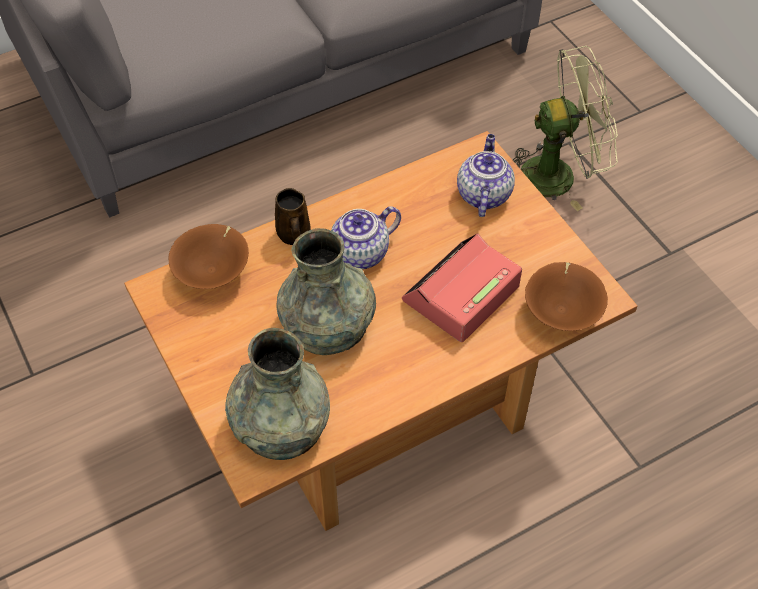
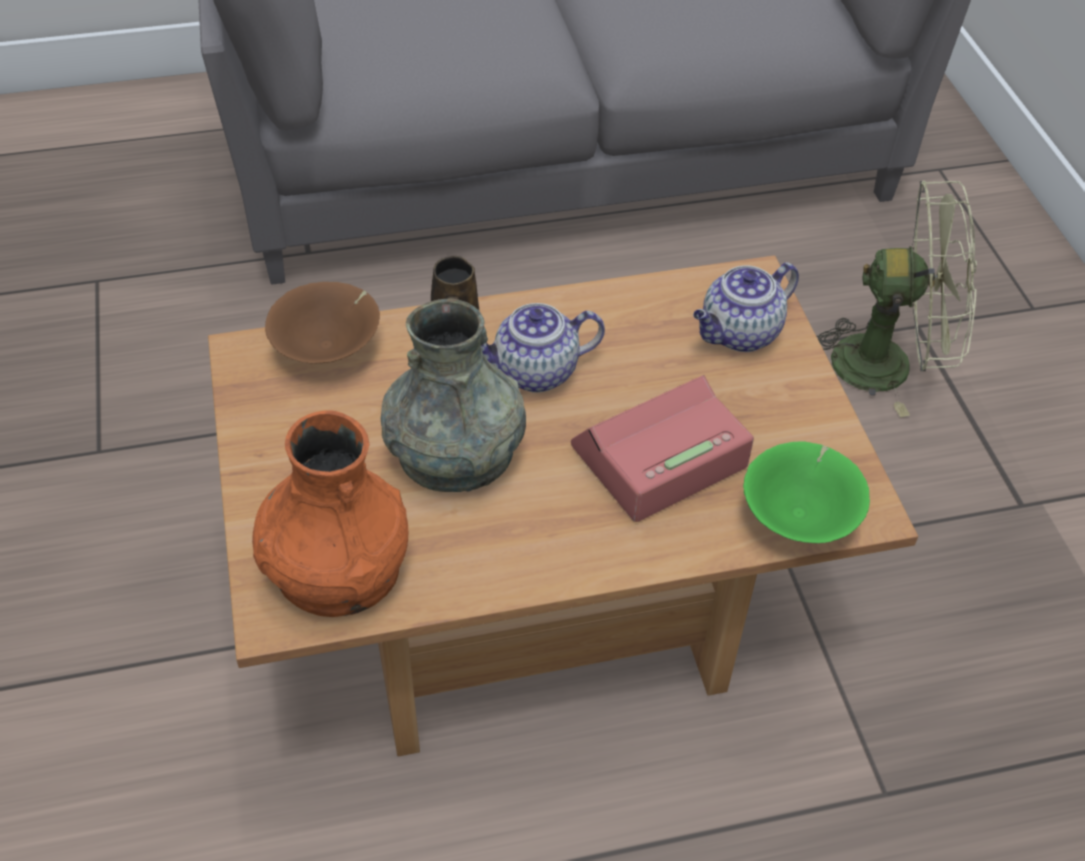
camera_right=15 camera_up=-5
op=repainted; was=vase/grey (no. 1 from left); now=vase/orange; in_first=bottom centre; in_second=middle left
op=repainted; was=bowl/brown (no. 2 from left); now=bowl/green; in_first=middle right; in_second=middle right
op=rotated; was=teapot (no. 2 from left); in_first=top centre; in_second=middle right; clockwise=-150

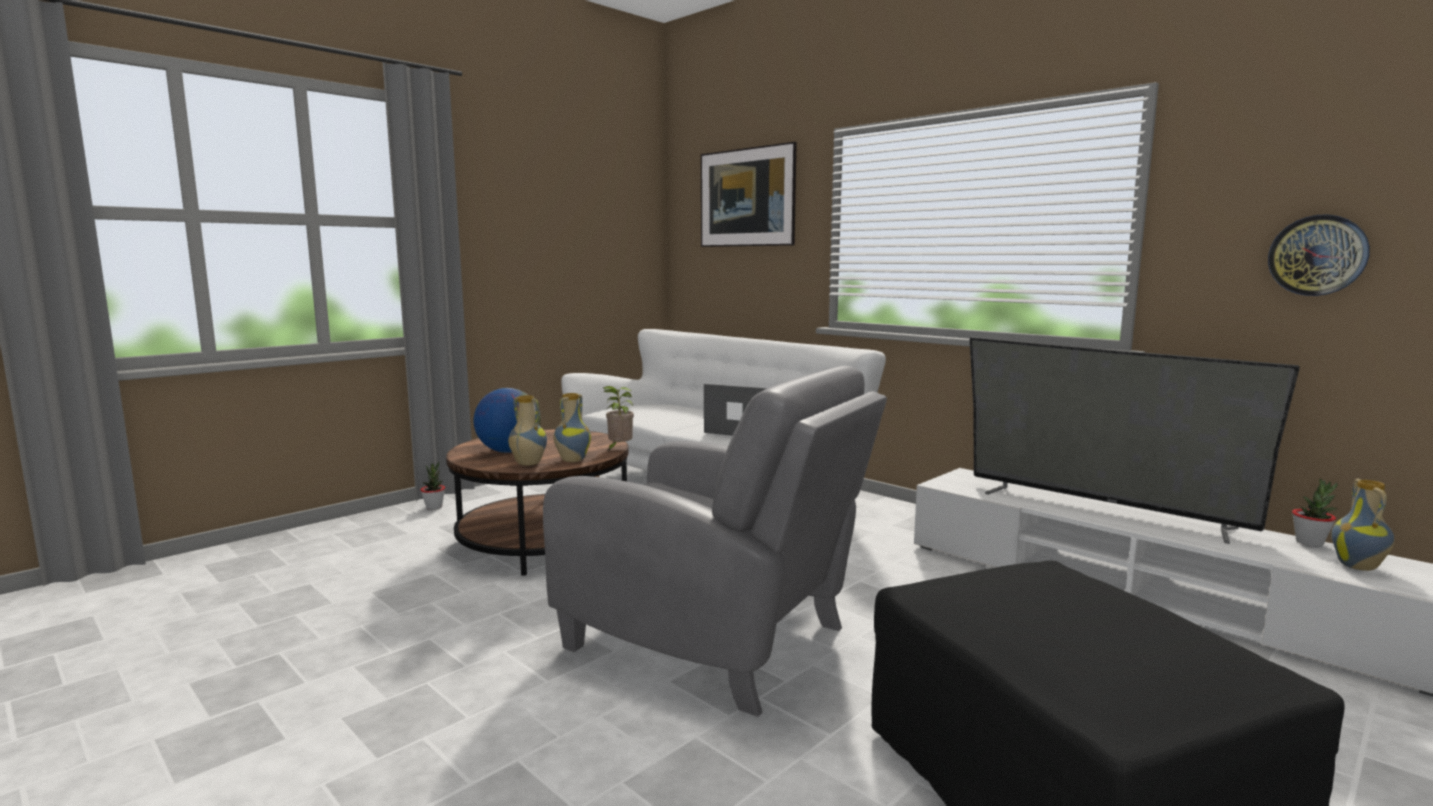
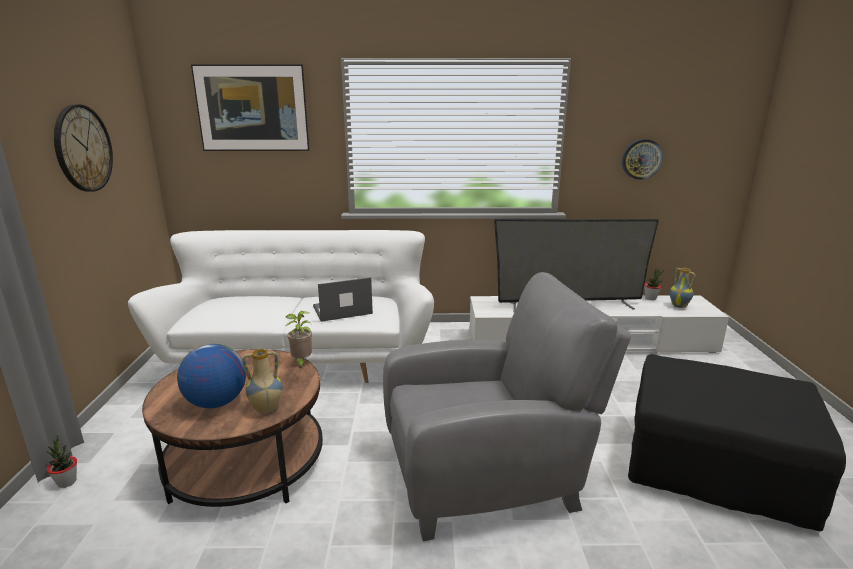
camera_right=-45 camera_up=10
op=gone; was=vase (no. 2 from left); in_first=centre
op=new; now=wall clock (no. 1 from left); in_second=top left

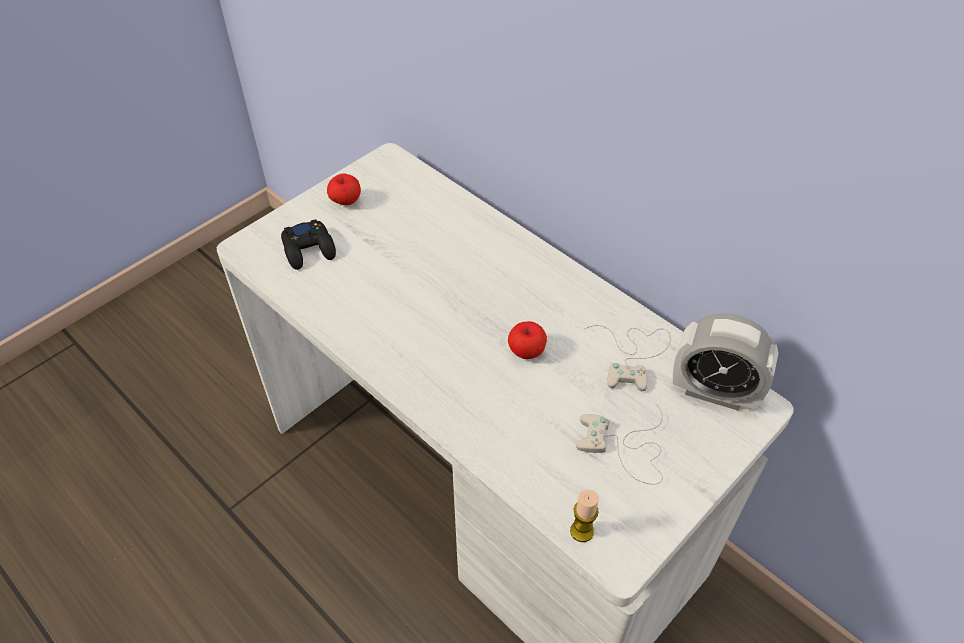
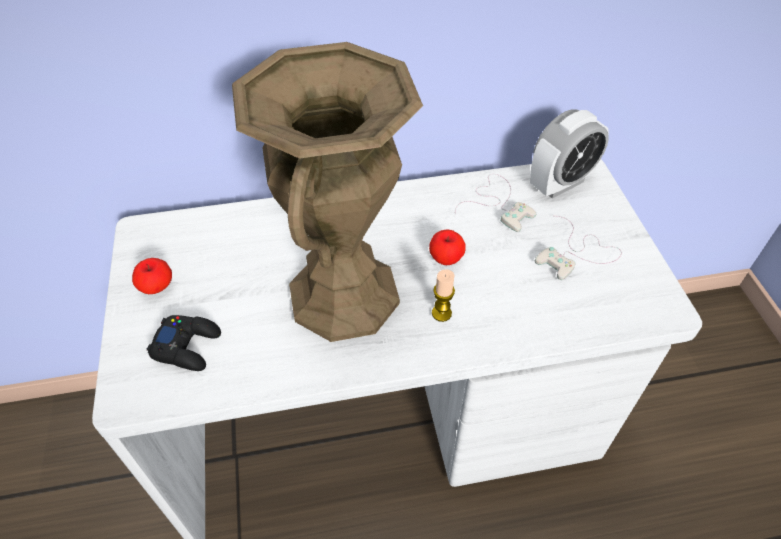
camera_right=-55 camera_up=0
op=new; now=vase/brown; in_second=centre
op=shifted; was=candle; in_first=bottom centre; in_second=centre

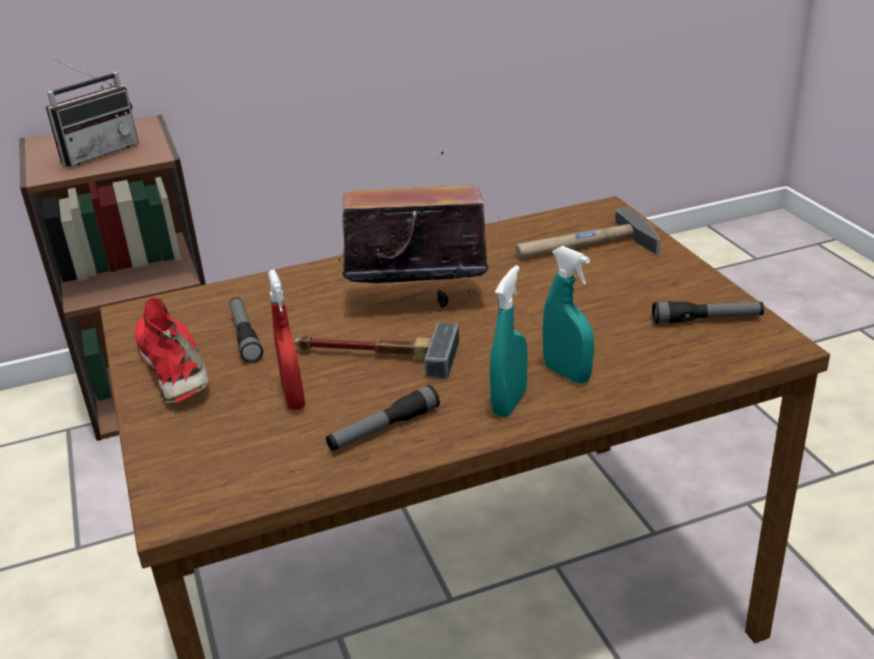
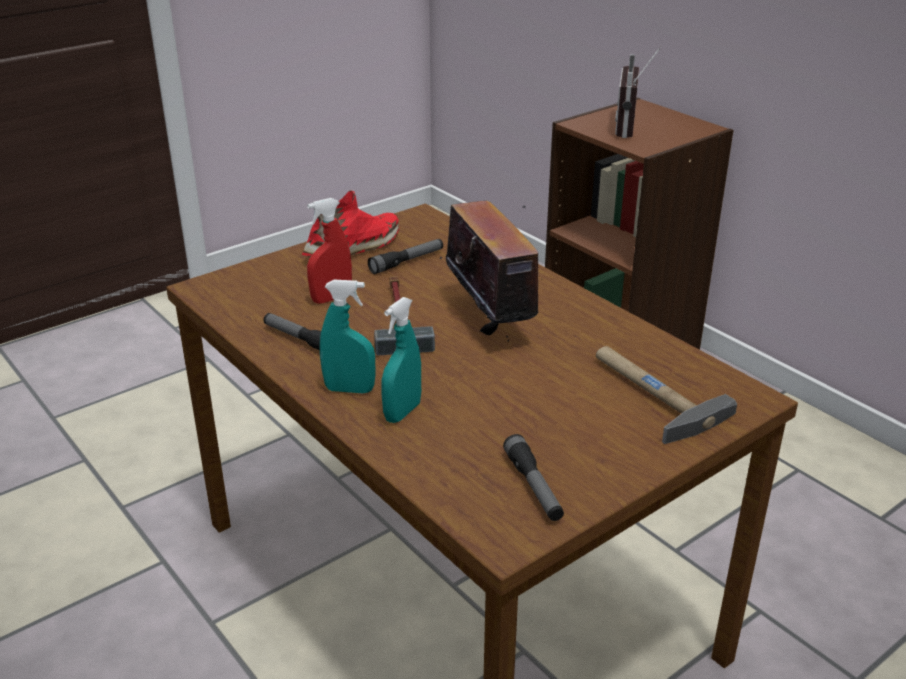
camera_right=70 camera_up=0
op=rotated; was=radio (no. 1 from left in the first image); in_first=top left; in_second=top right; clockwise=75

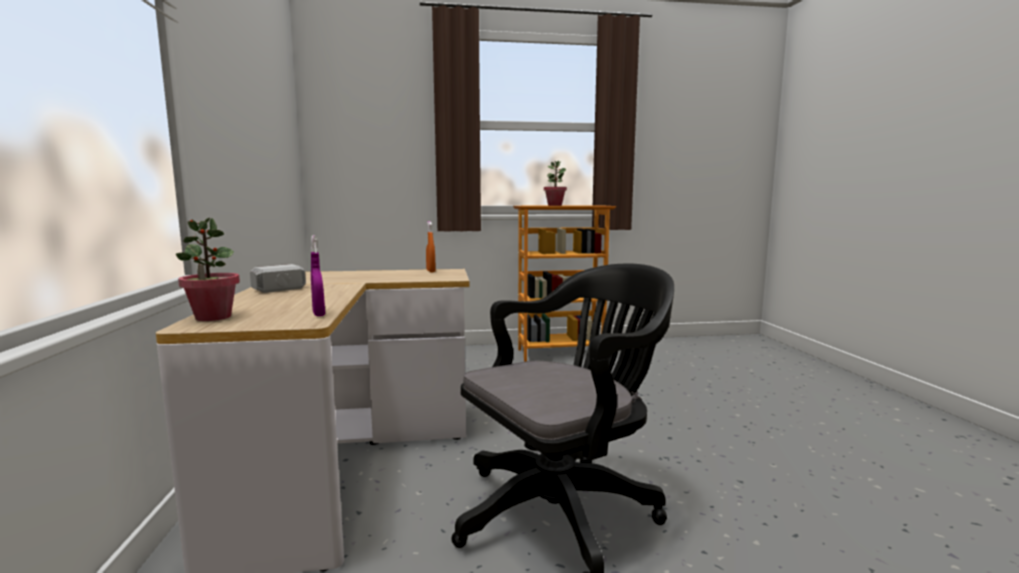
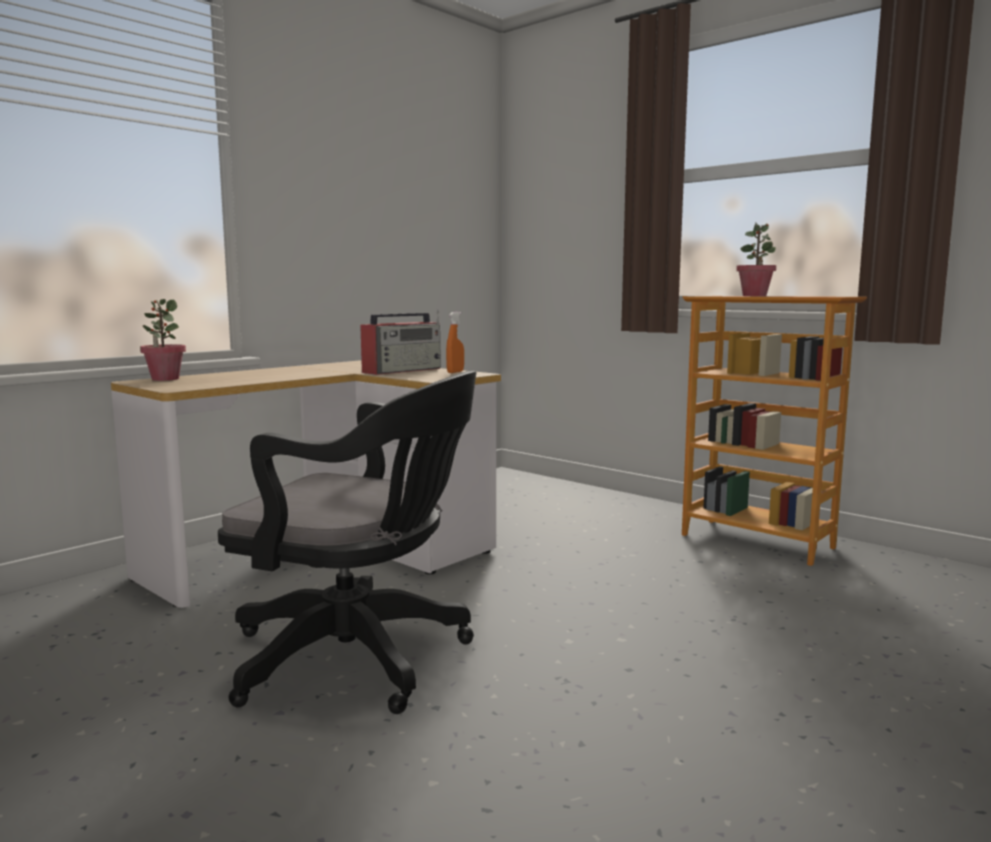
camera_right=50 camera_up=0
op=gone; was=hammer; in_first=middle left
op=gone; was=spray bottle/purple; in_first=middle left
op=new; now=radio; in_second=centre

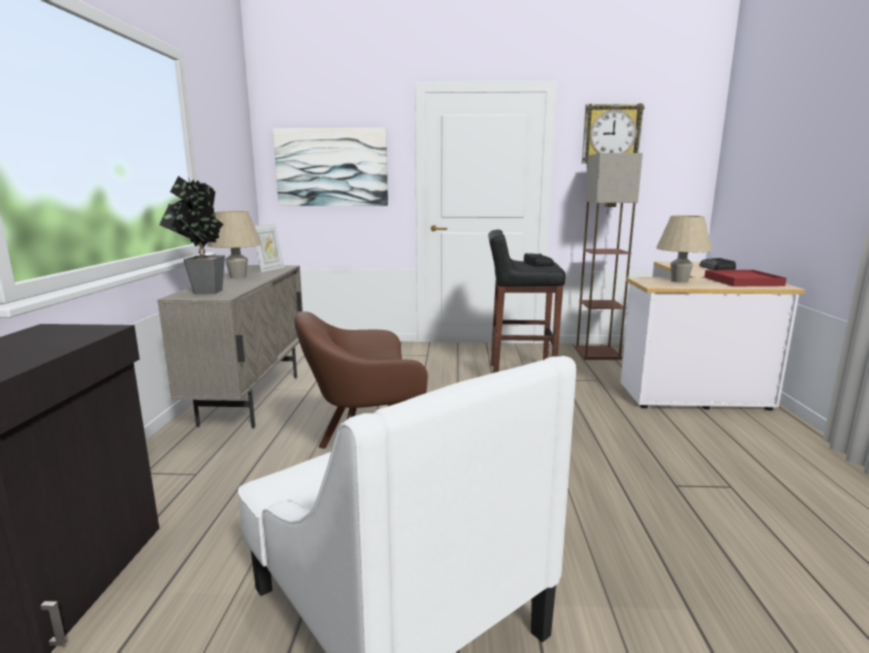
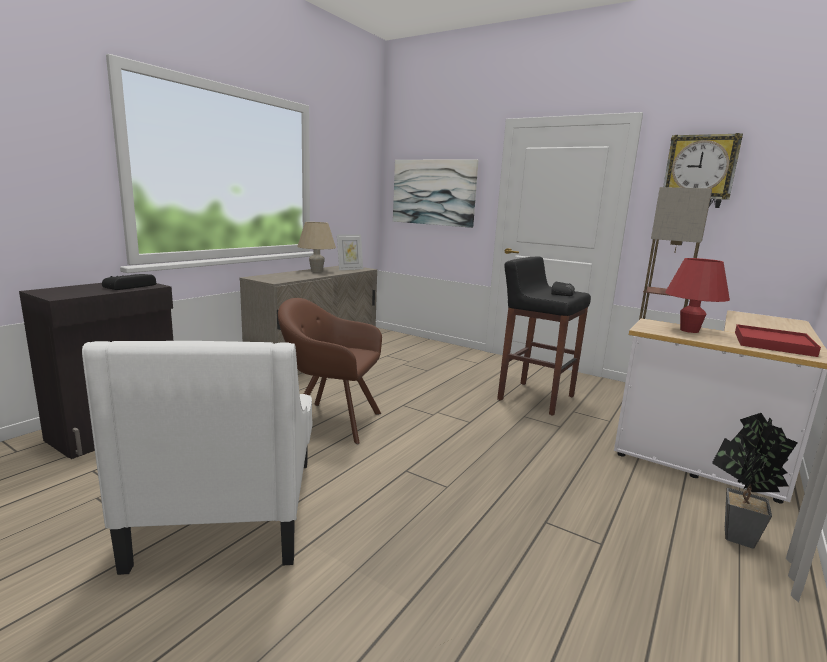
camera_right=30 camera_up=0
op=shifted; was=potted plant; in_first=middle left; in_second=bottom right
op=shifted; was=radio (no. 2 from left in the first image); now=radio (no. 1 from left); in_first=middle right; in_second=middle left
op=repainted; was=table lamp/beige (no. 2 from left); now=table lamp/red; in_first=middle right; in_second=middle right

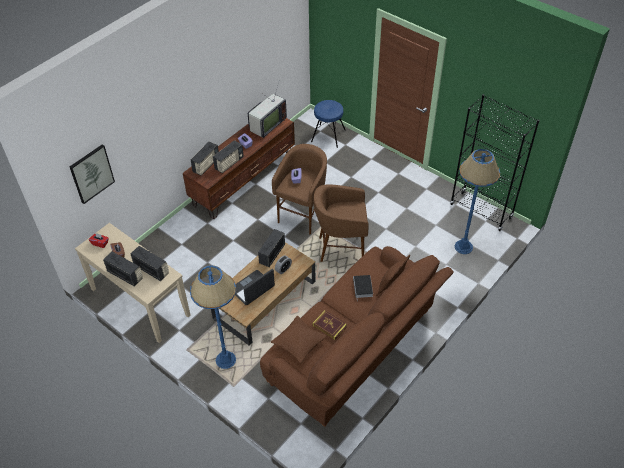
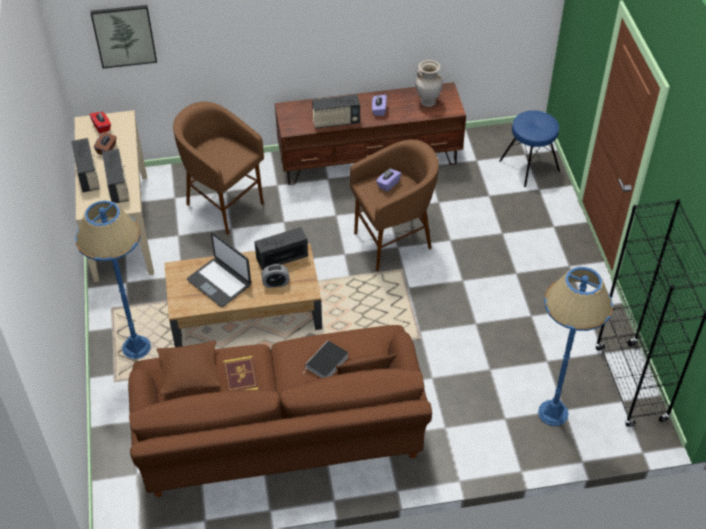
camera_right=40 camera_up=0
op=gone; was=radio (no. 3 from left); in_first=middle left
op=shifted; was=stool/brown (no. 2 from left in the first image); now=stool/brown (no. 1 from left); in_first=centre; in_second=top left
op=swapped; was=television; now=vase/beige; in_first=top centre; in_second=top centre
op=rotated; was=laptop; in_first=centre; in_second=middle left; clockwise=-135

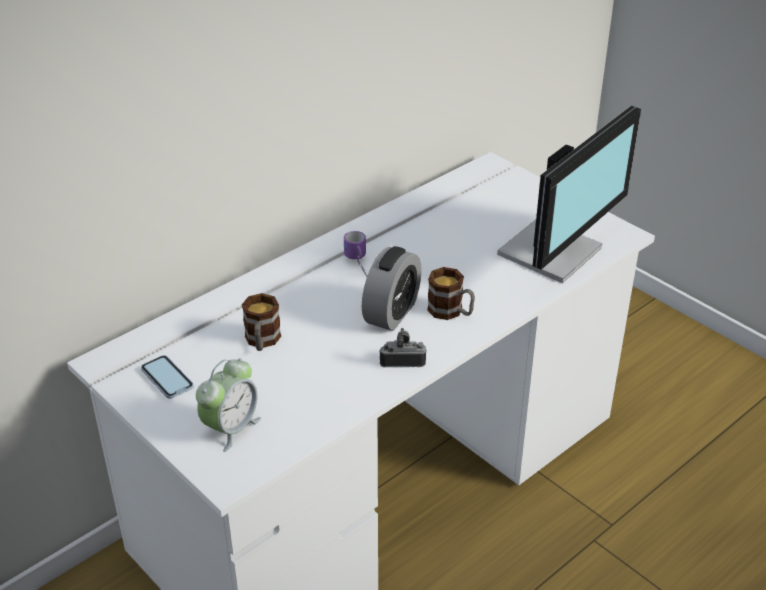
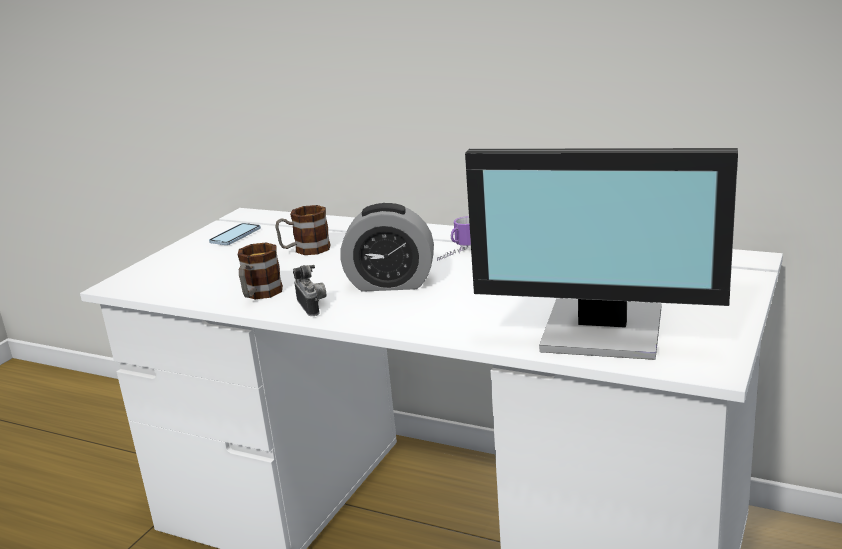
camera_right=70 camera_up=-15
op=gone; was=alarm clock (no. 1 from left); in_first=bottom left
op=shifted; was=mug (no. 3 from left in the first image); now=mug (no. 1 from left); in_first=centre; in_second=middle left

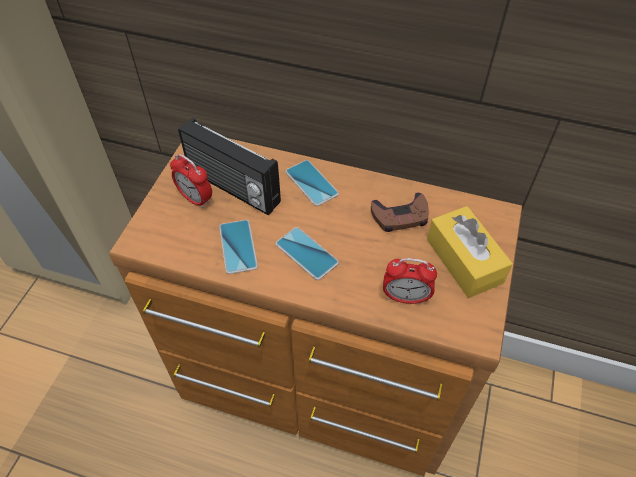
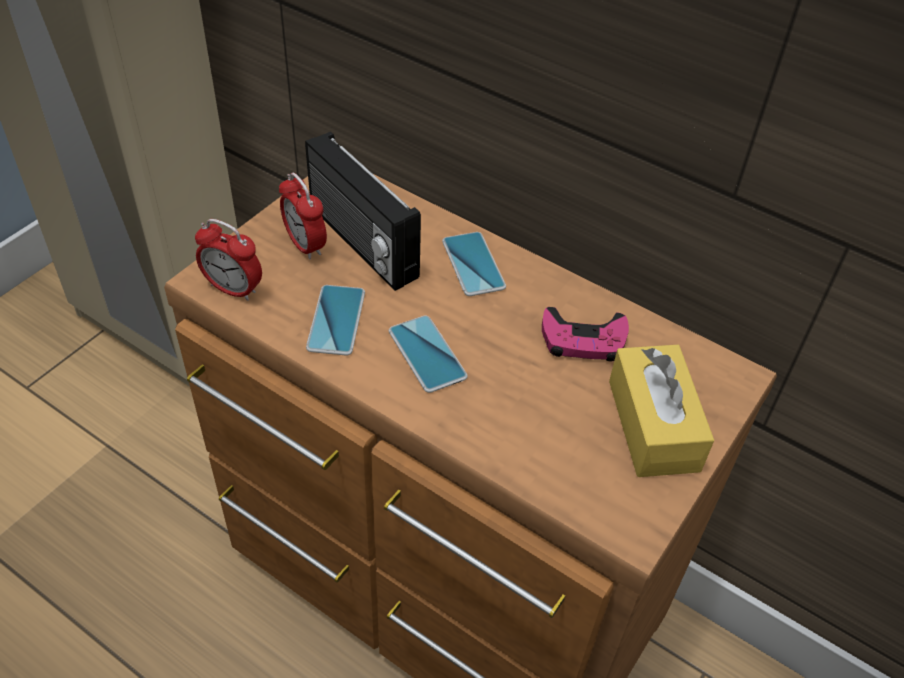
camera_right=15 camera_up=-5
op=shifted; was=alarm clock (no. 2 from left in the first image); now=alarm clock (no. 1 from left); in_first=centre; in_second=middle left
op=repainted; was=game controller/brown; now=game controller/pink; in_first=centre; in_second=centre

